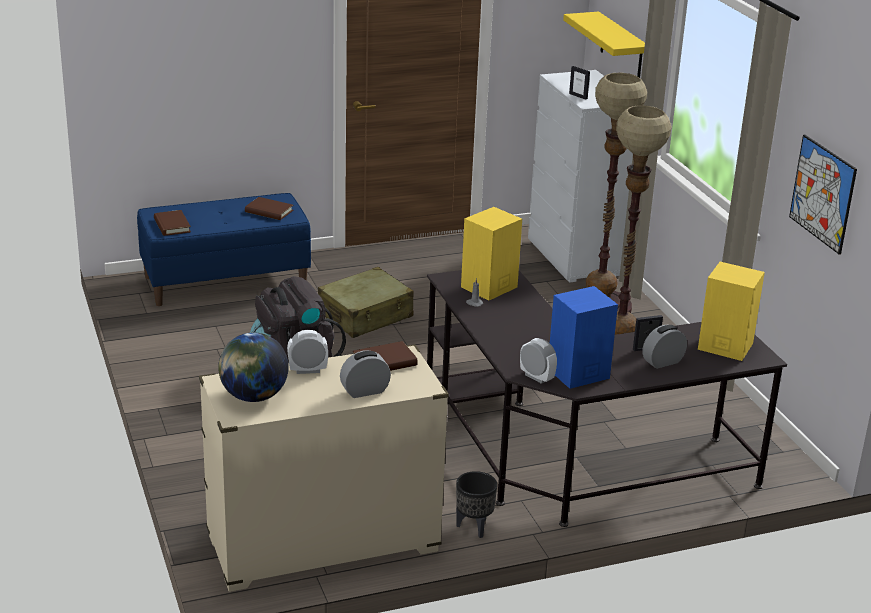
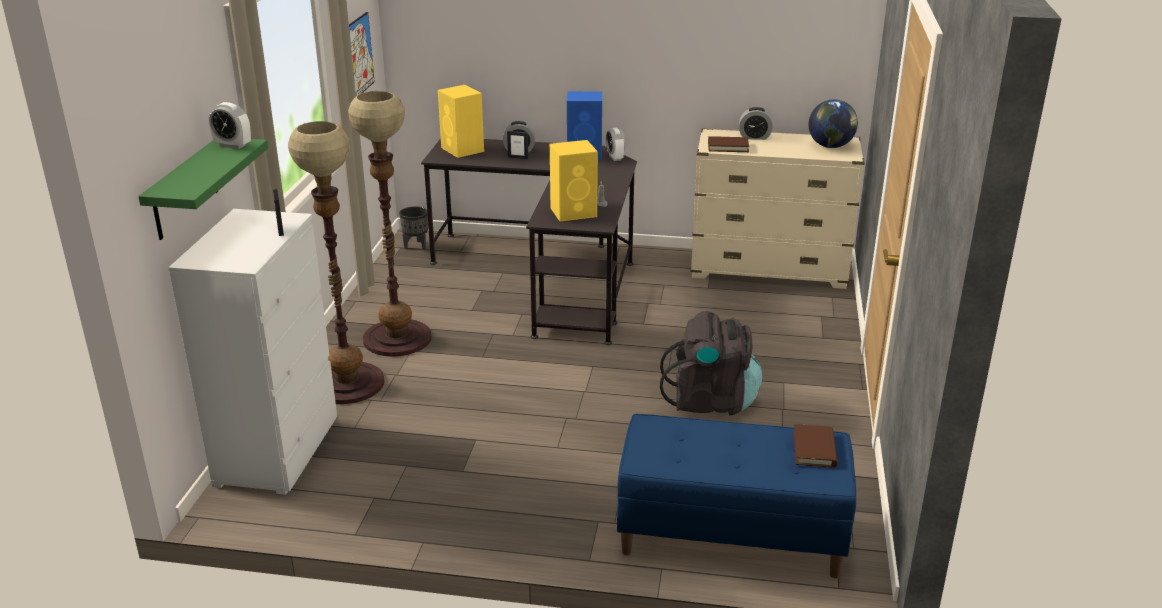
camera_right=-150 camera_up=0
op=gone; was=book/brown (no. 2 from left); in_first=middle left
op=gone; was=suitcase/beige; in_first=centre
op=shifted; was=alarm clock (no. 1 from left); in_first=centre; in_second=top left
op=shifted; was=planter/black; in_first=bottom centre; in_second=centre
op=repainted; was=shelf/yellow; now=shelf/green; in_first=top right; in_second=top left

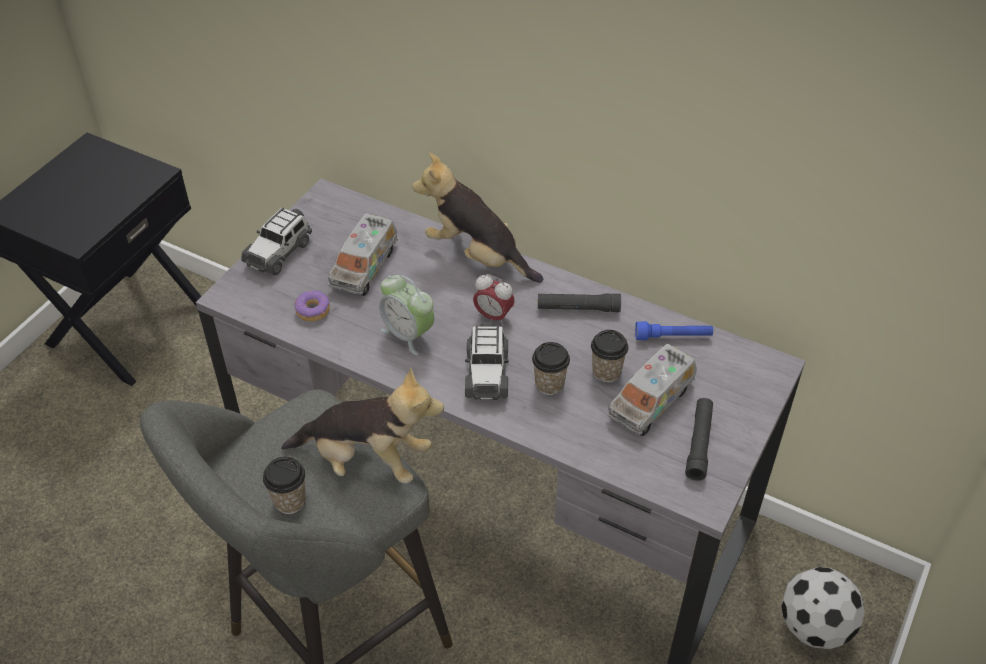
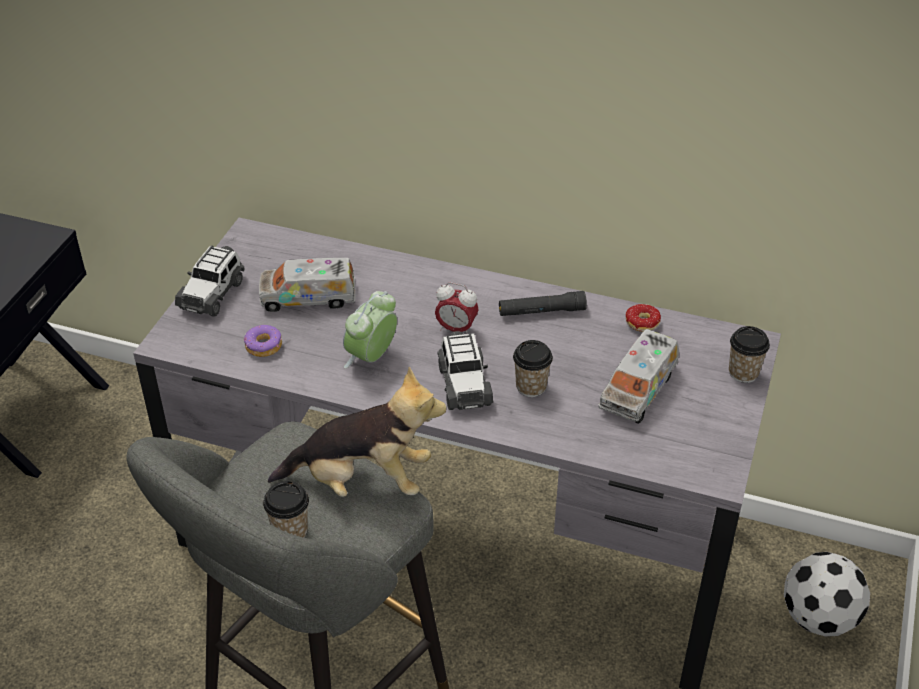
camera_right=-10 camera_up=-5
op=gone; was=plush toy (no. 2 from left); in_first=top centre
op=gone; was=flashlight/black (no. 2 from left); in_first=middle right
op=shifted; was=cup (no. 3 from left); in_first=centre; in_second=middle right
op=swapped; was=flashlight/blue; now=donut (no. 2 from left); in_first=middle right; in_second=middle right
op=rotated; was=toy truck (no. 1 from left); in_first=centre; in_second=centre; clockwise=75
op=rotated; was=alarm clock (no. 1 from left); in_first=centre; in_second=centre; clockwise=90

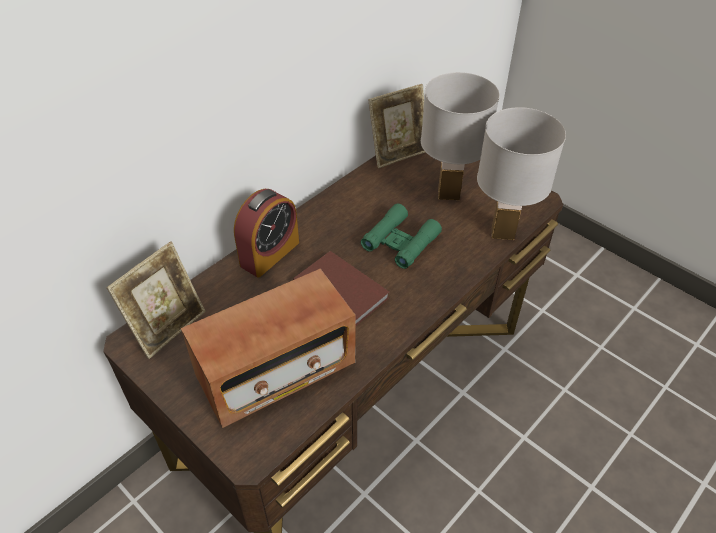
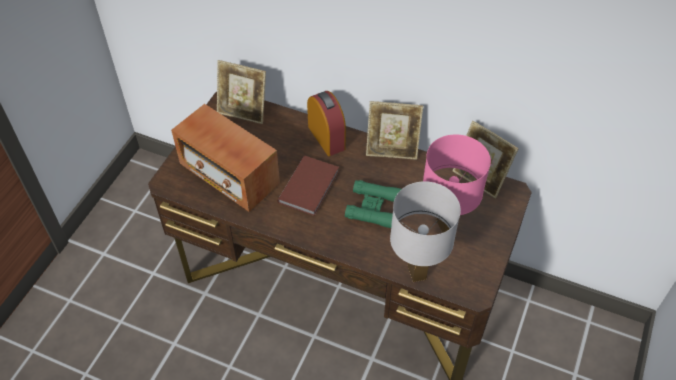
camera_right=70 camera_up=5
op=new; now=picture frame (no. 2 from left); in_second=centre
op=repainted; was=table lamp/white (no. 1 from left); now=table lamp/pink; in_first=top centre; in_second=middle right
op=rotated; was=alarm clock; in_first=centre; in_second=top centre; clockwise=-135

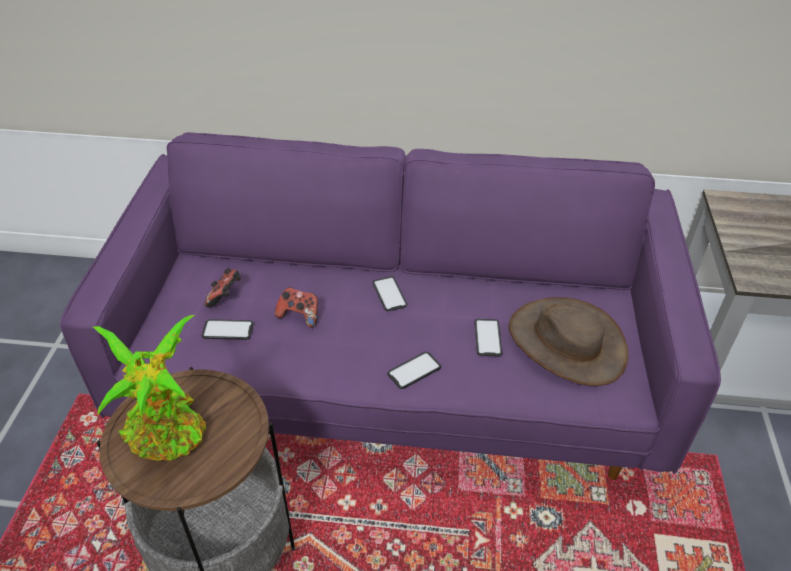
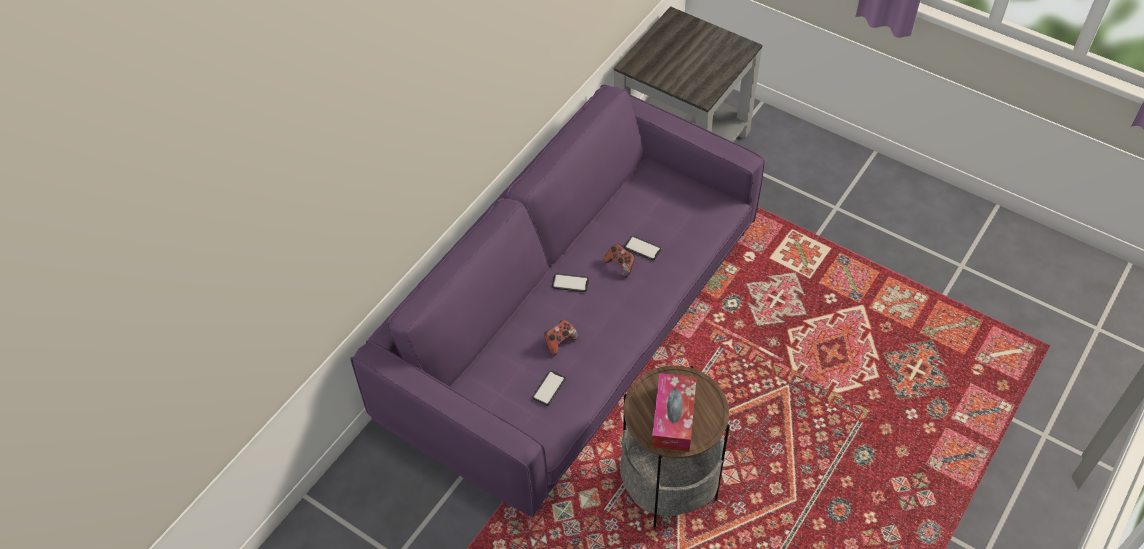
camera_right=-60 camera_up=10
op=gone; was=phone (no. 3 from left); in_first=centre
op=gone; was=hat/brown; in_first=middle right
op=shifted; was=game controller (no. 1 from left in the first image); now=game controller (no. 2 from left); in_first=middle left; in_second=centre
op=swapped; was=potted plant; now=tissue box; in_first=bottom left; in_second=bottom centre

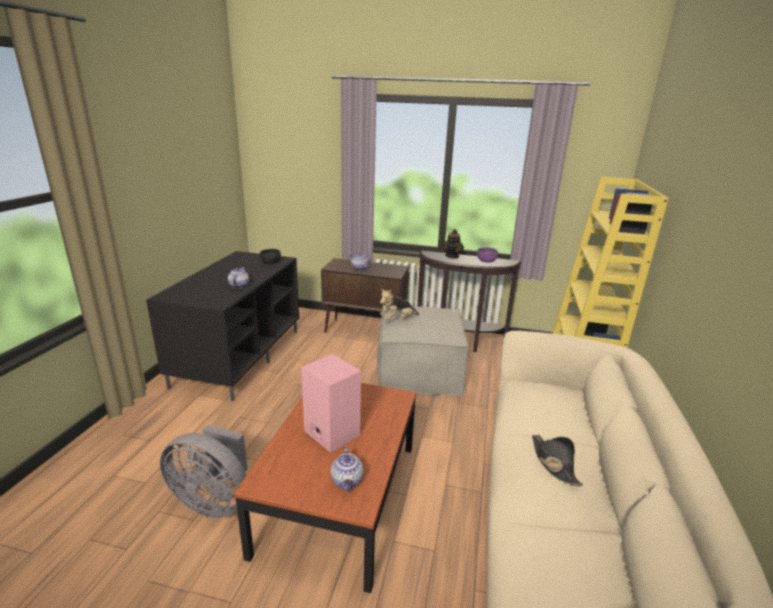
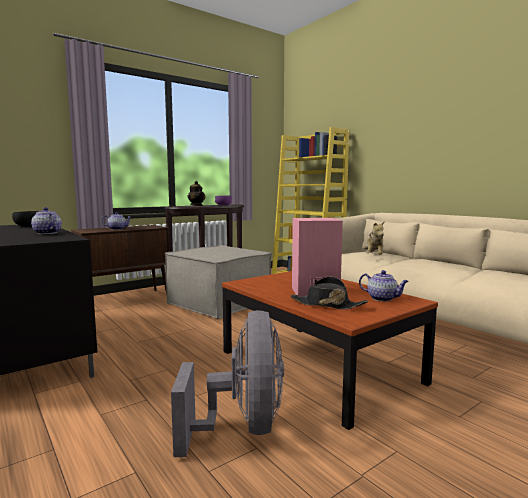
camera_right=-50 camera_up=-15
op=shifted; was=plush toy; in_first=centre; in_second=middle right
op=shifted; was=hat/black; in_first=bottom right; in_second=centre
op=rotated; was=fan/grey; in_first=bottom left; in_second=bottom centre; clockwise=-60

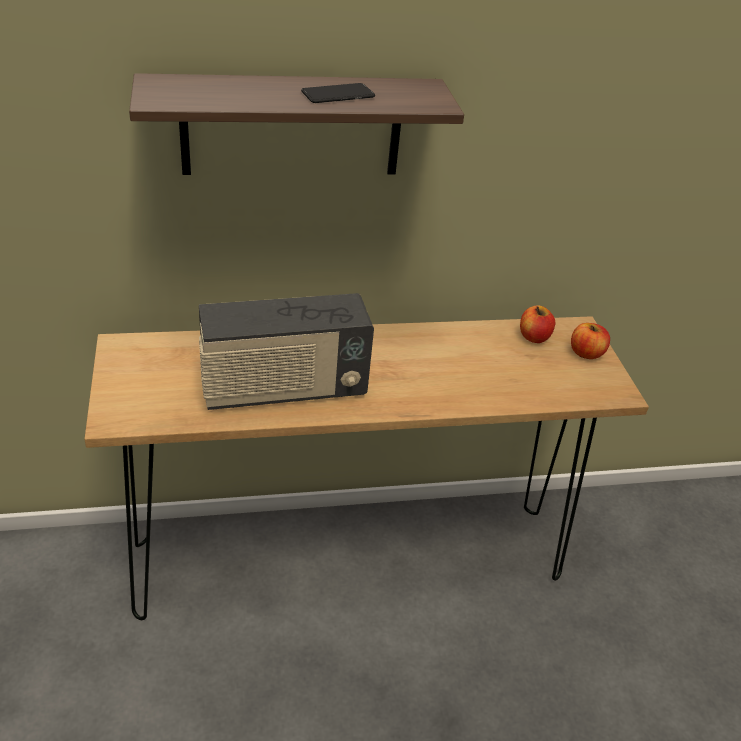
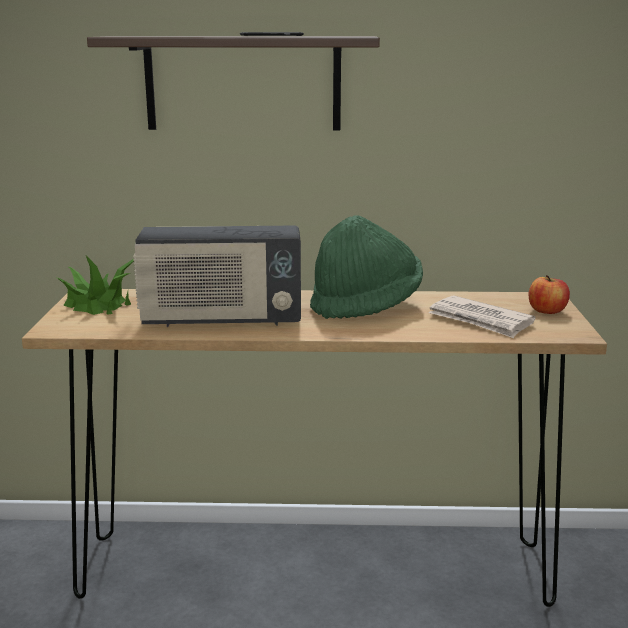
camera_right=15 camera_up=-20
op=gone; was=apple (no. 1 from left); in_first=middle right
op=new; now=potted plant; in_second=middle left
op=new; now=hat/green; in_second=centre
op=new; now=newspaper; in_second=middle right

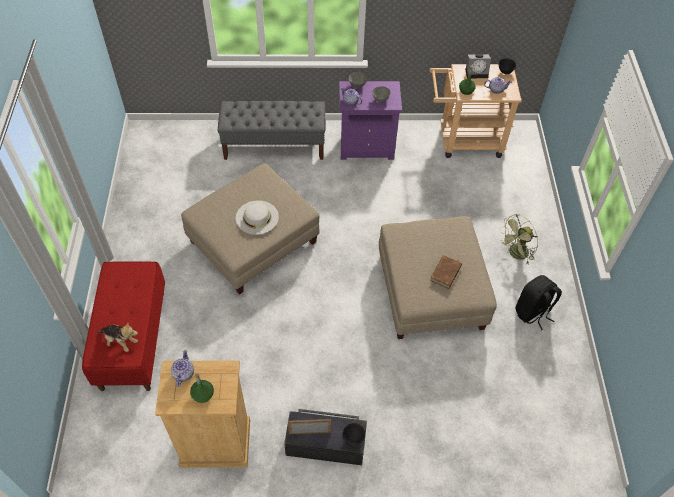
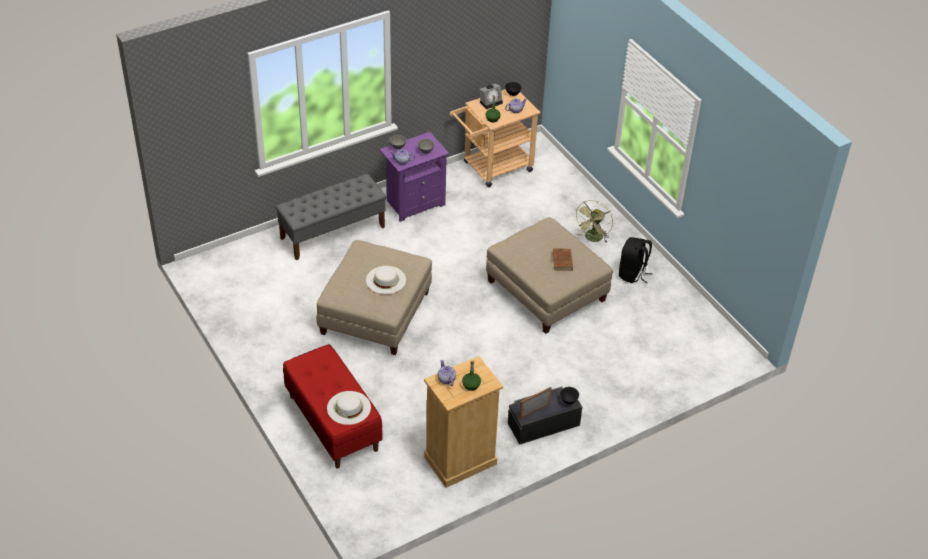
camera_right=-30 camera_up=-10
op=swapped; was=plush toy; now=hat/white (no. 1 from left); in_first=bottom left; in_second=bottom centre

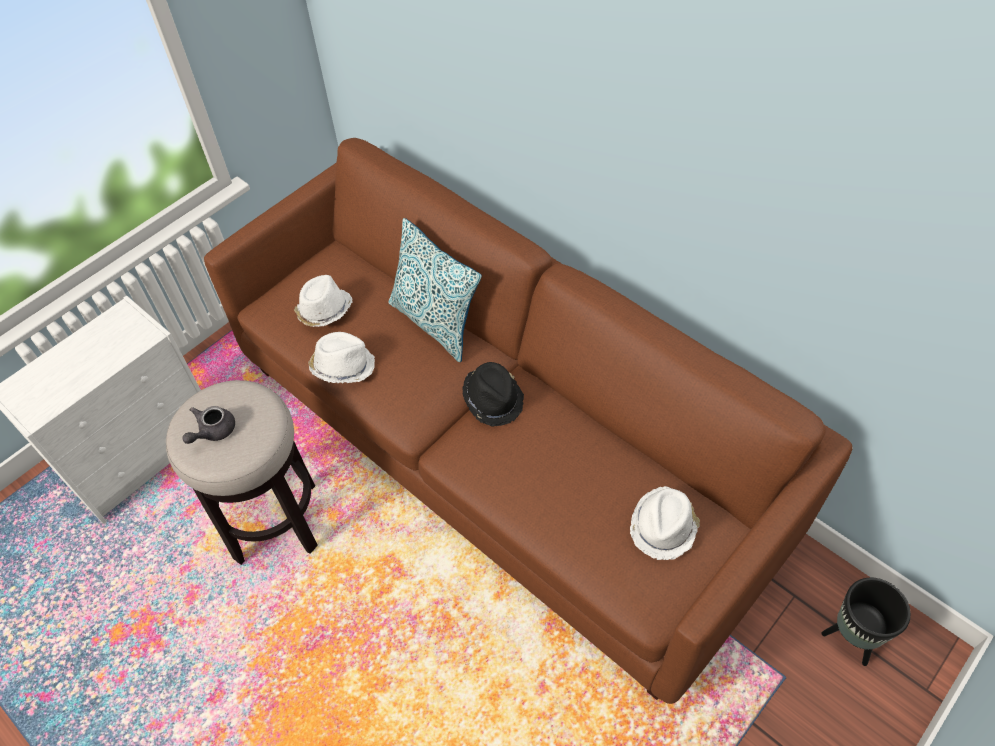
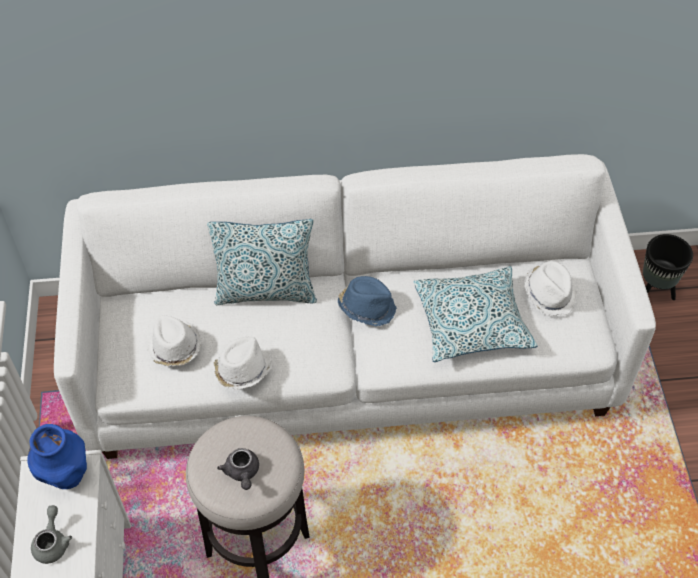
camera_right=-50 camera_up=0
op=new; now=vase/blue; in_second=bottom left
op=new; now=teapot/grey (no. 1 from left); in_second=bottom left
op=new; now=pillow (no. 2 from left); in_second=middle right
op=repainted; was=sofa/brown; now=sofa/white; in_first=centre; in_second=centre
op=repainted; was=hat/black; now=hat/blue; in_first=centre; in_second=centre

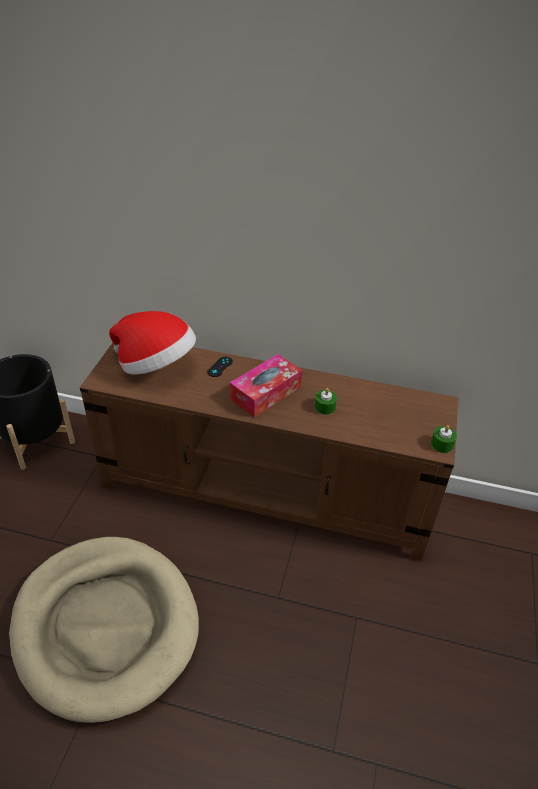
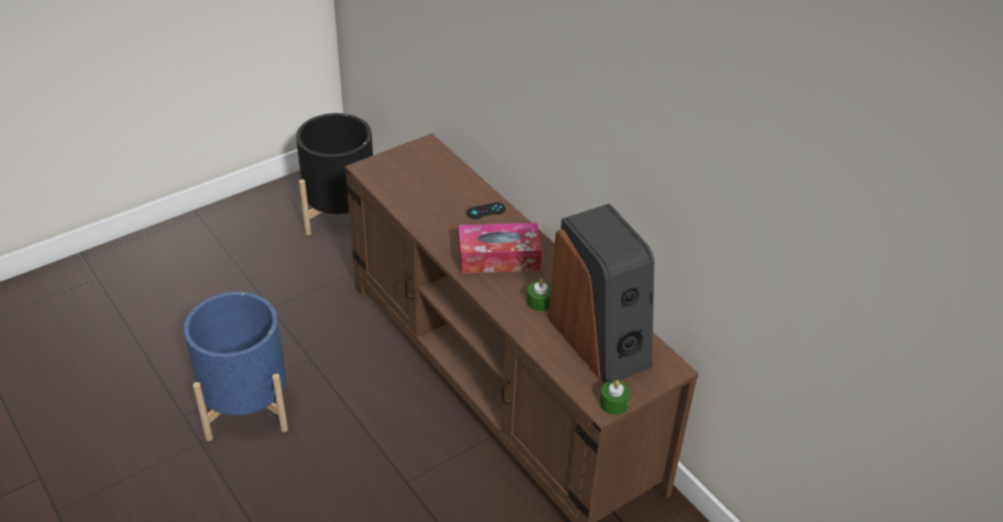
camera_right=40 camera_up=0
op=gone; was=hat; in_first=middle left
op=new; now=speaker; in_second=centre
op=swapped; was=dog bed/beige; now=planter/blue; in_first=bottom left; in_second=bottom left

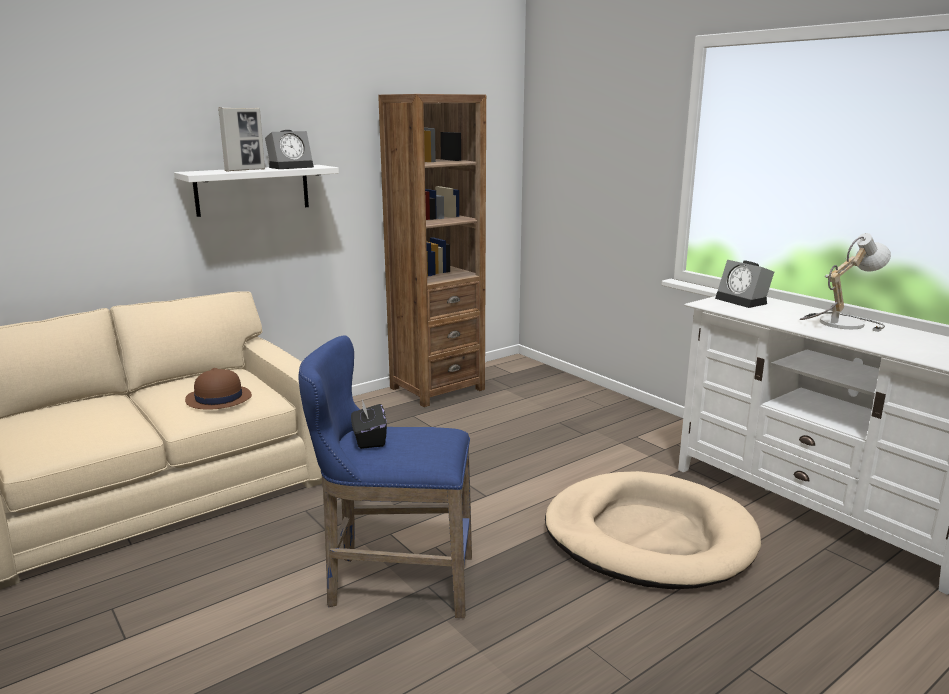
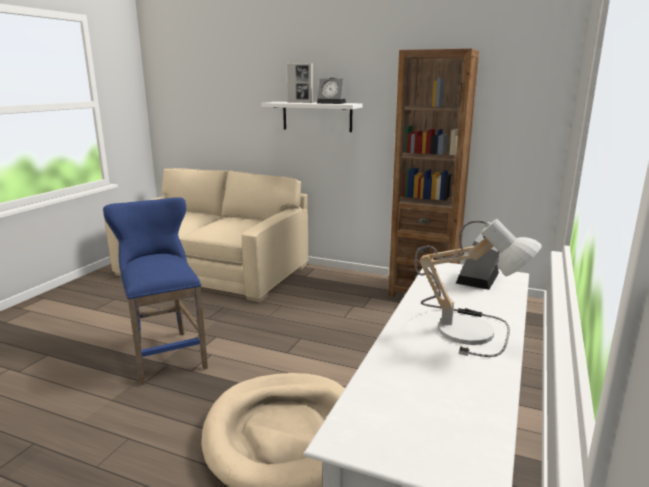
camera_right=60 camera_up=0
op=gone; was=hat/brown; in_first=middle left
op=gone; was=tissue box/black; in_first=centre

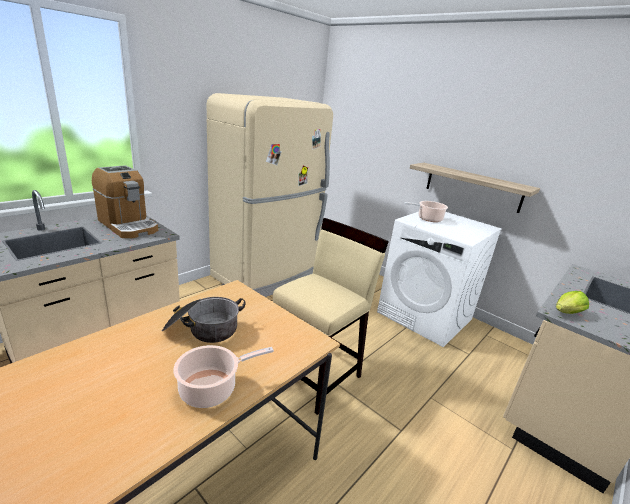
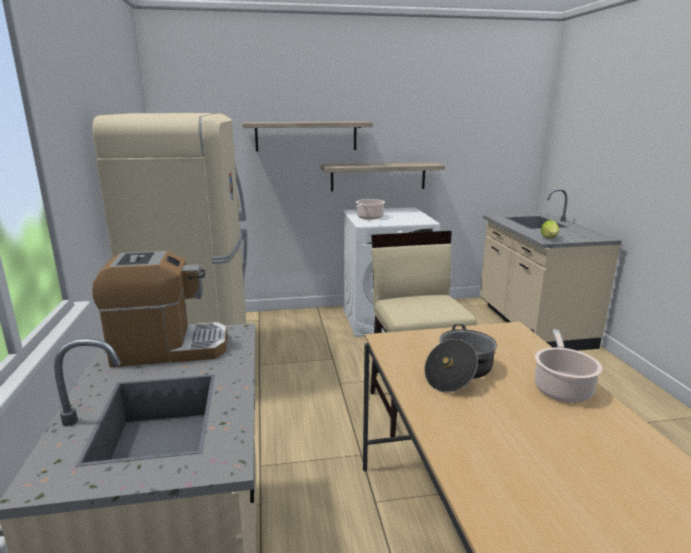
camera_right=-50 camera_up=-5
op=new; now=shelf (no. 1 from left); in_second=top centre

